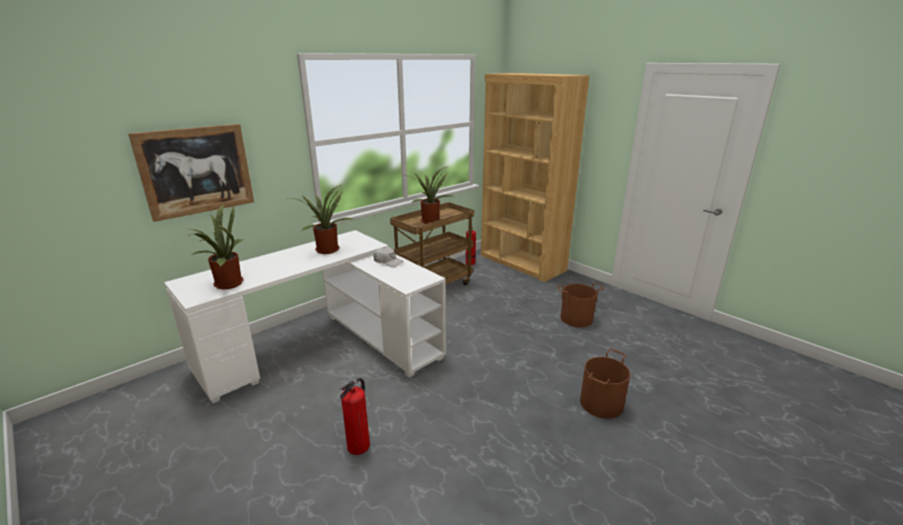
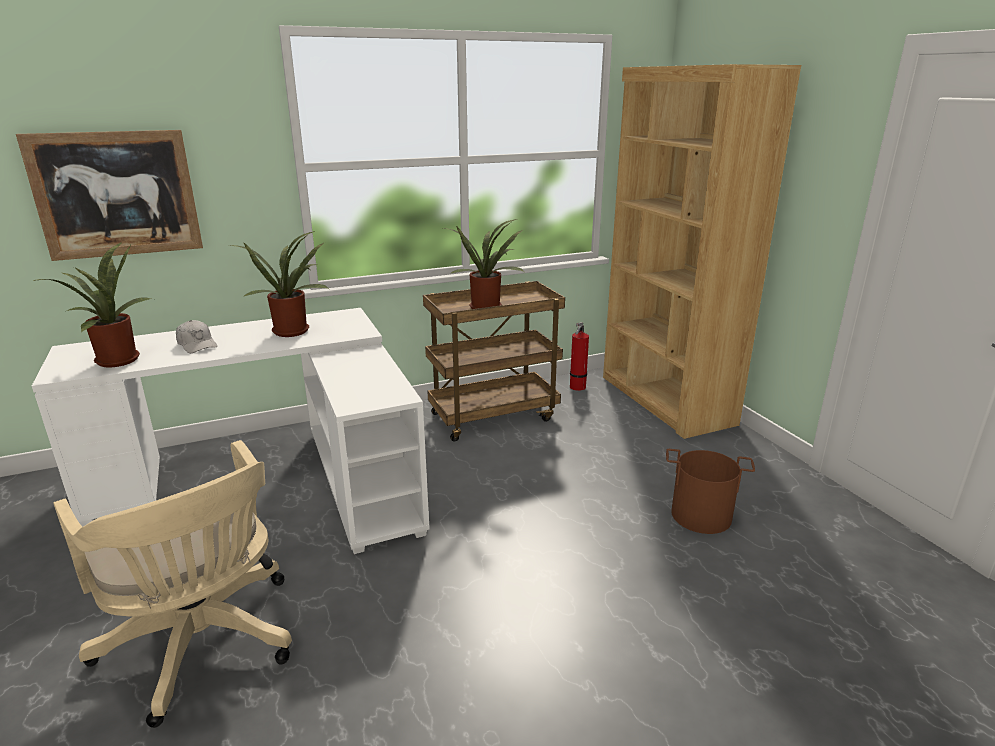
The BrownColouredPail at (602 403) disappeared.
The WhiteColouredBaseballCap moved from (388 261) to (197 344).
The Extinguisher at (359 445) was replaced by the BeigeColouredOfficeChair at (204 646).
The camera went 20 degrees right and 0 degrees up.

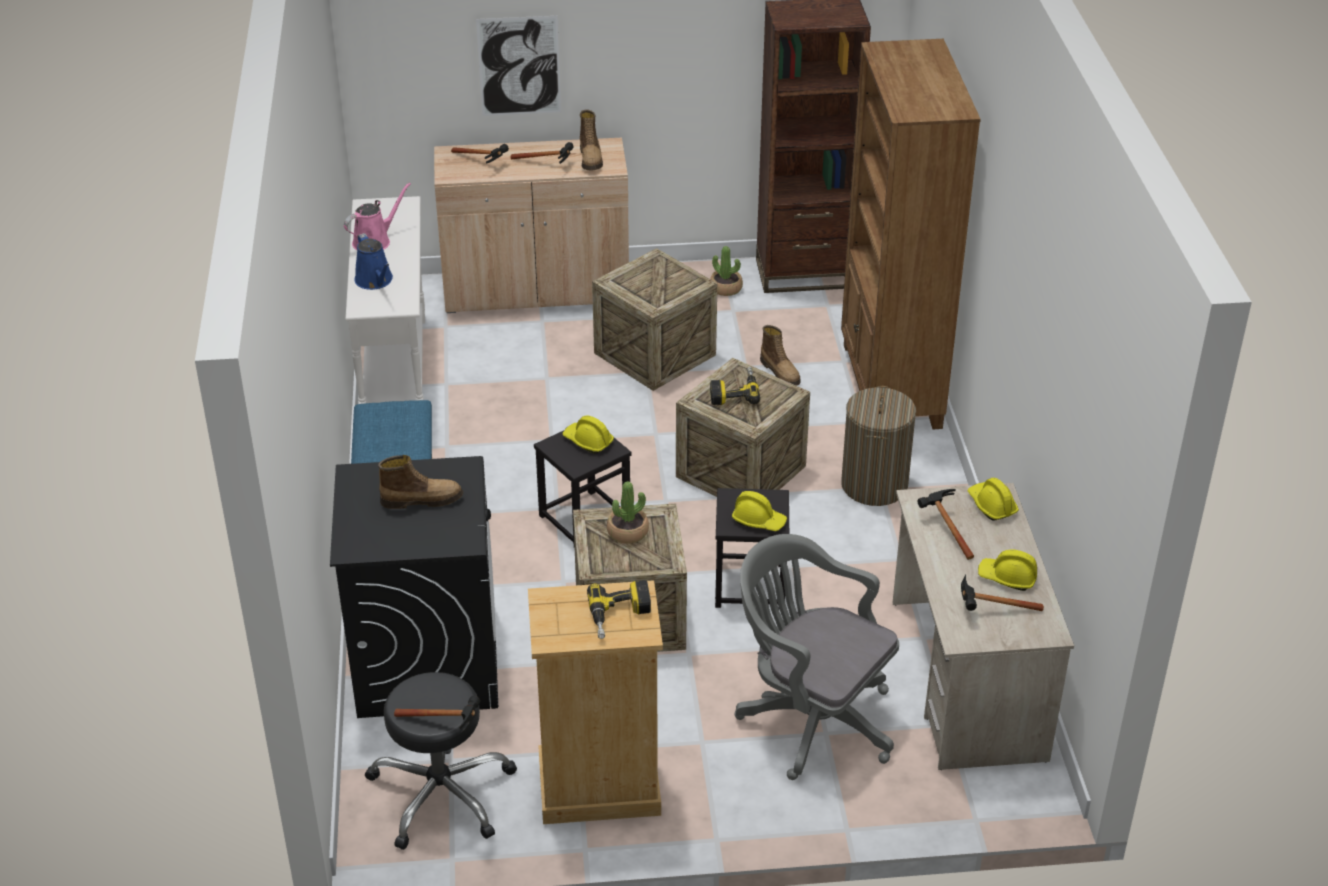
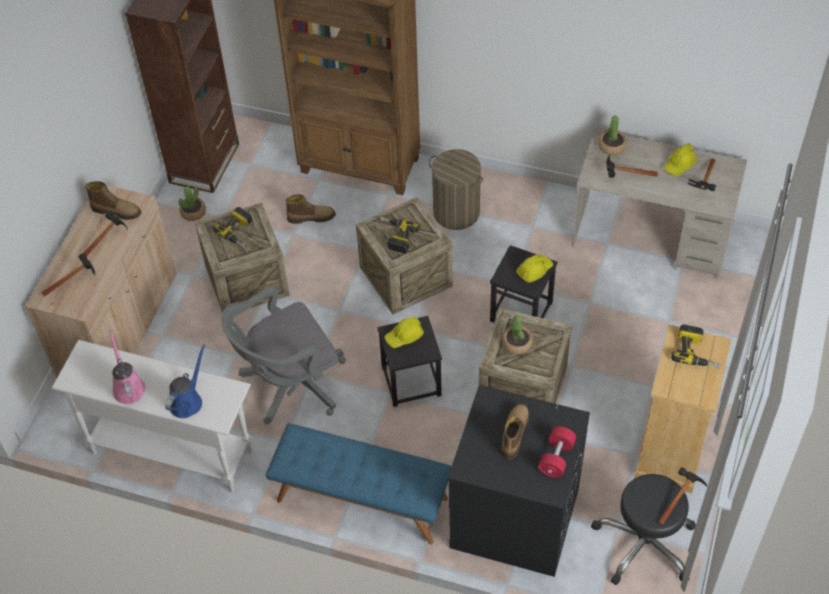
The WallPicture at (519 66) disappeared.
The ElectricDrill at (239 232) appeared.
The ReddishDumbbell at (556 458) appeared.
The GreyishOfficeChair moved from (810 718) to (289 385).
The YellowColouredWorkHelmet at (991 505) was replaced by the Houseplant at (612 146).
The BluishWateringPot at (375 281) turned 60 degrees counterclockwise.
The camera went 65 degrees left and 15 degrees up.

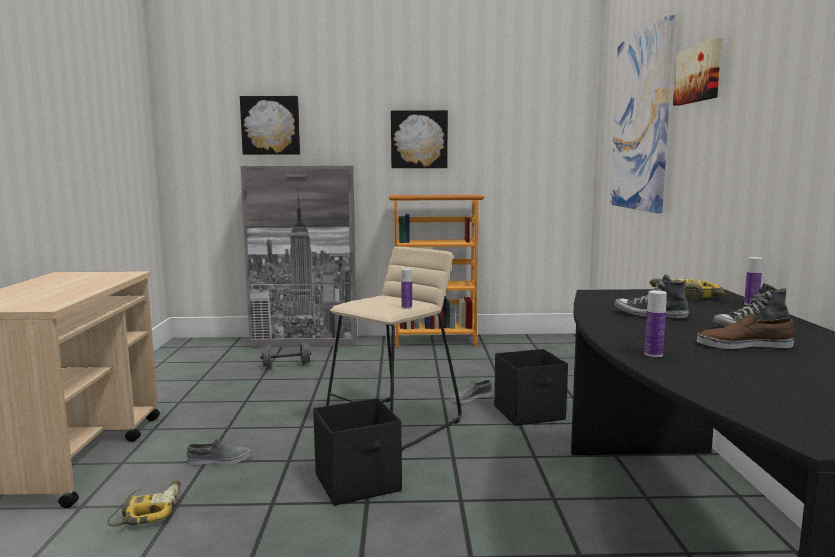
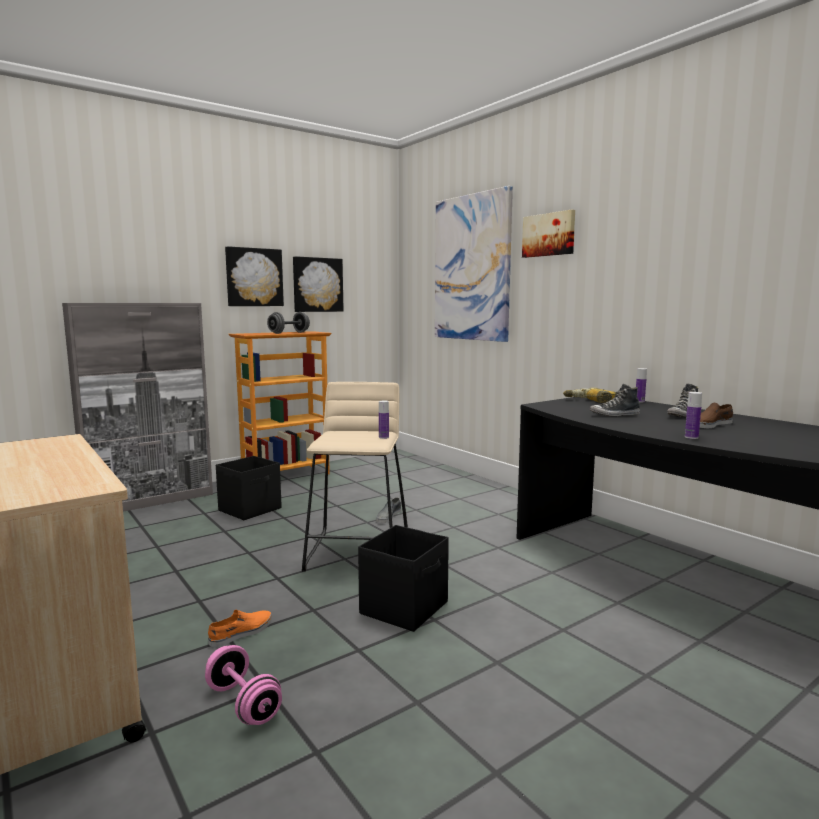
The WallPicture moved from (271 125) to (317 285).
The GreyishDumbbell moved from (286 366) to (289 333).
The BlackishStorageBin moved from (530 413) to (251 509).
The ElectricDrill at (149 510) was replaced by the PinkDumbbell at (243 703).
The GreyishShoe at (219 460) became the OrangeColouredShoe at (242 632).
The camera went 35 degrees left and 0 degrees up.

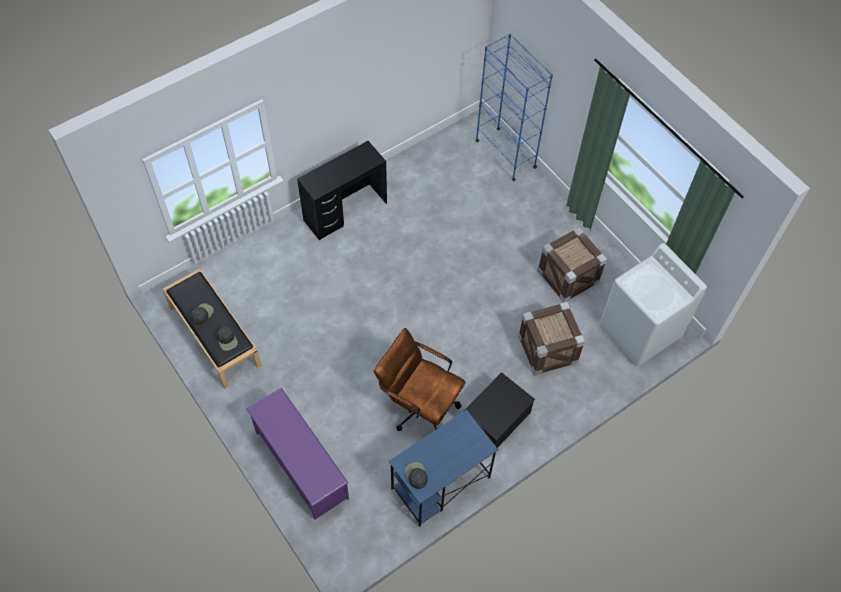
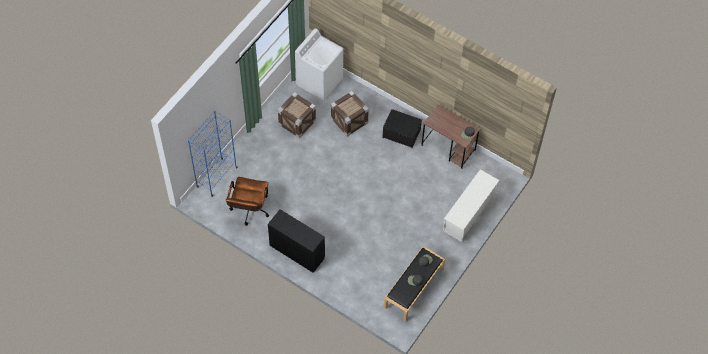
The BrownColouredOfficeChair moved from (419 405) to (249 211).
The PurpleShoeRack at (301 465) became the WhiteColouredShoeRack at (469 214).
The BluishDeskTable at (440 483) became the BrownColouredDeskTable at (448 148).
The camera went 110 degrees left and 0 degrees up.

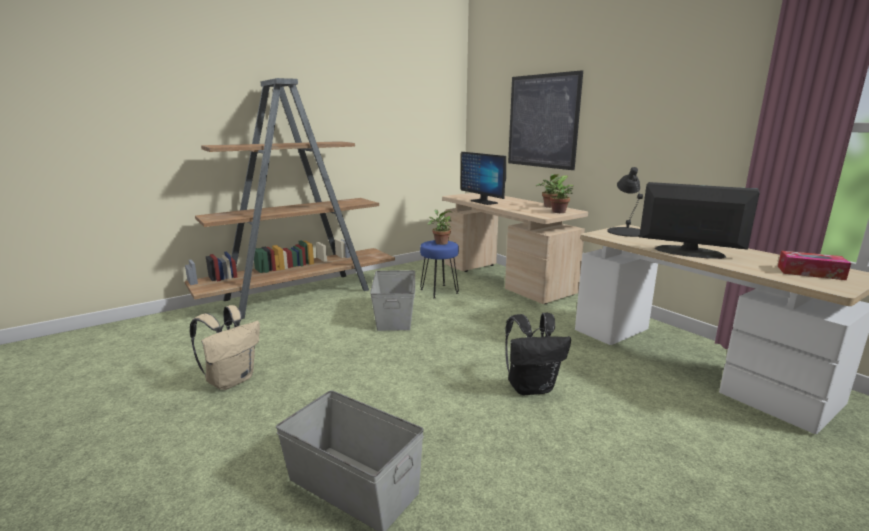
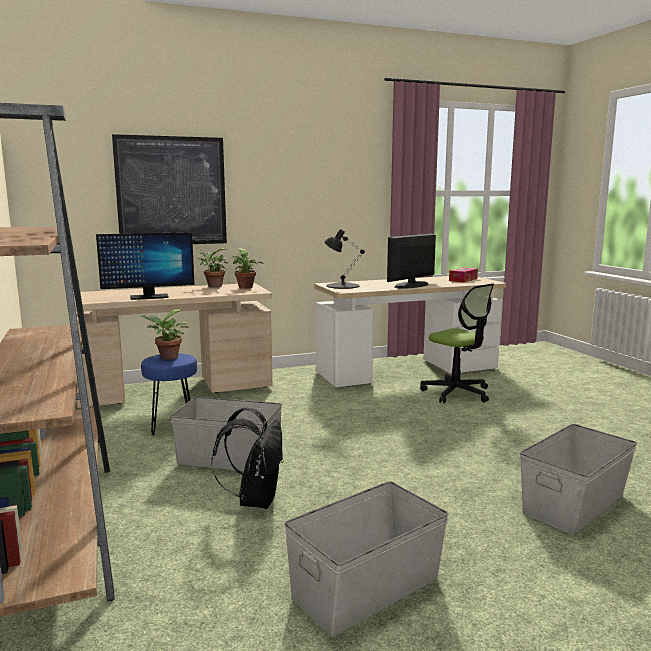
The OfficeChair at (456 393) appeared.
The BlackishRucksack moved from (531 387) to (255 499).
The BeigeColouredRucksack at (231 380) was replaced by the GreyishStorageBin at (365 587).
The camera went 75 degrees left and 5 degrees down.

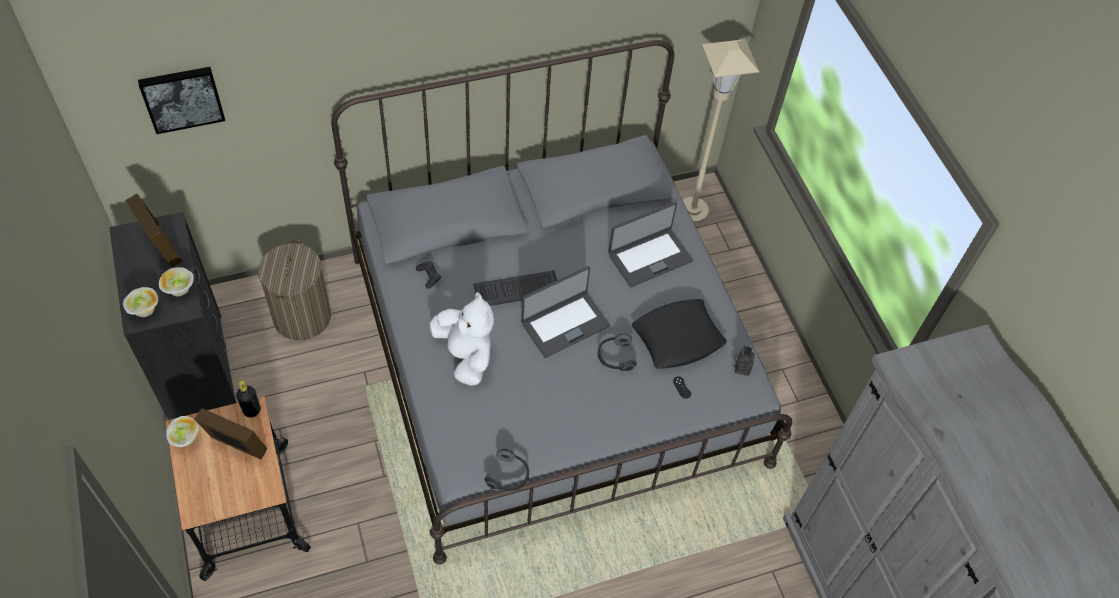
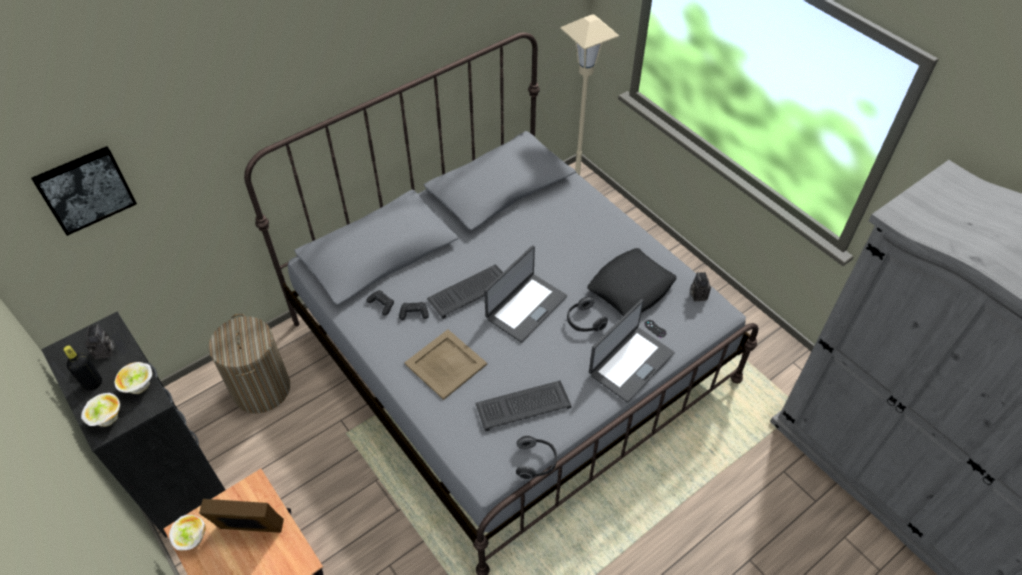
The BlackishGameController at (414 313) appeared.
The ComputerKeyboard at (523 405) appeared.
The BlackishDrinkBottle moved from (252 411) to (93 383).
The Laptop moved from (649 257) to (630 363).
The PictureFrame at (161 248) was replaced by the StillCamera at (105 352).
The WhiteColouredSoftToy at (465 355) was replaced by the BeigeColouredServingTray at (446 364).
The camera went 15 degrees left and 5 degrees down.

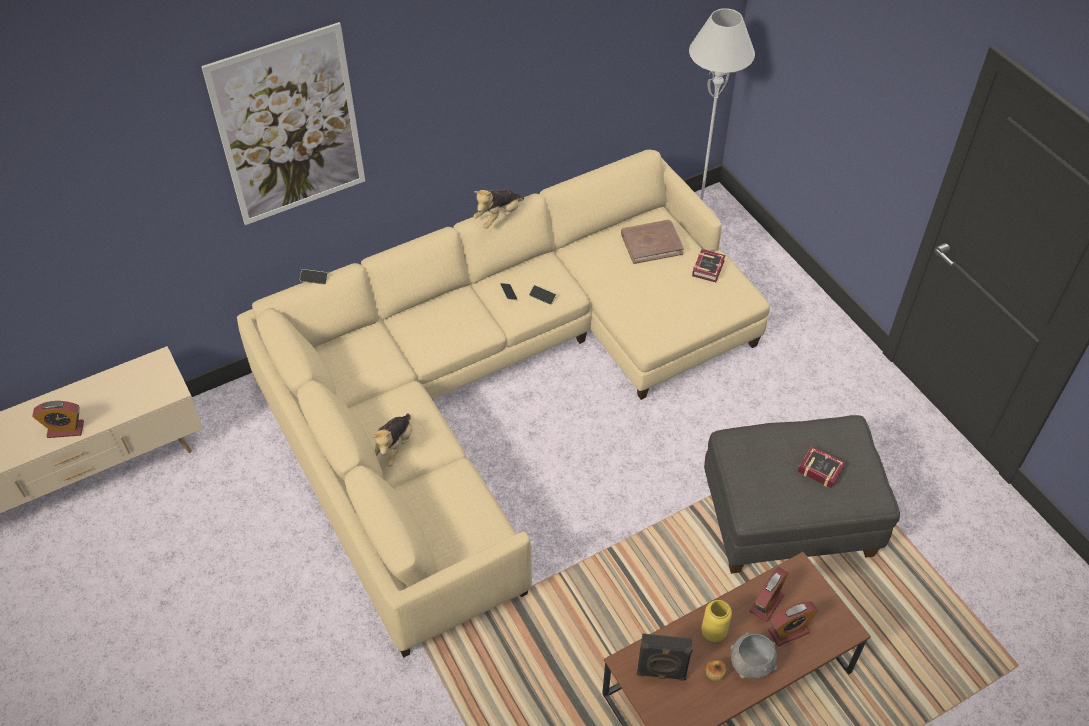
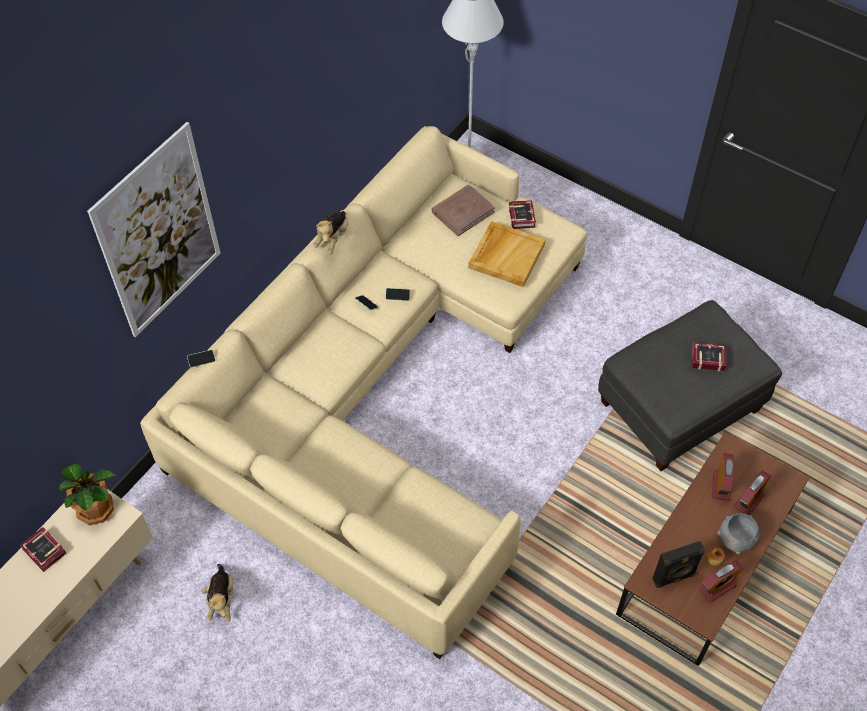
The YellowColouredFlowerVase at (713 632) disappeared.
The Book at (44 553) appeared.
The Houseplant at (96 508) appeared.
The BeigeColouredServingTray at (506 255) appeared.
The BedsideClock moved from (65 429) to (717 587).
The SoftToy moved from (394 446) to (221 599).
The camera went 25 degrees left and 5 degrees up.

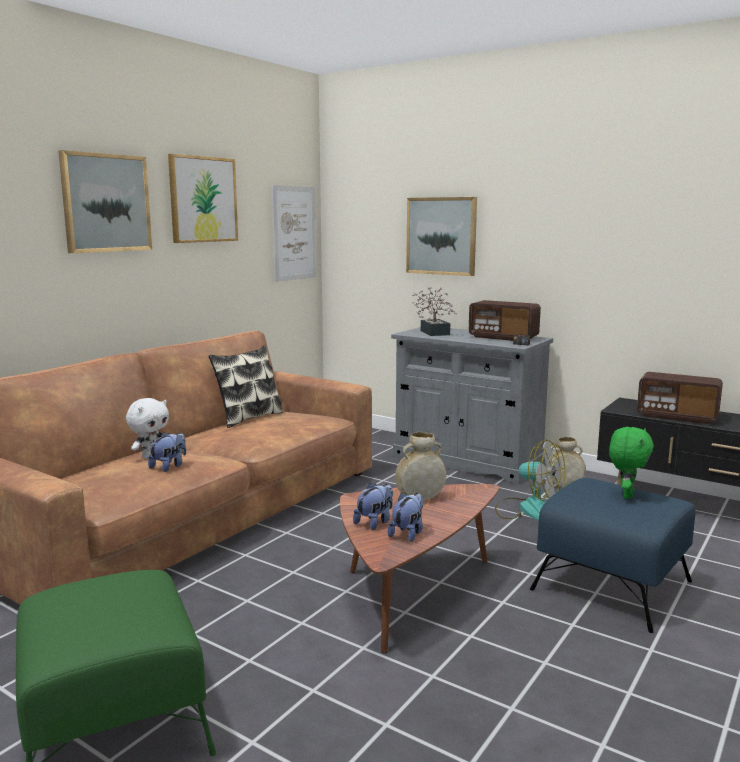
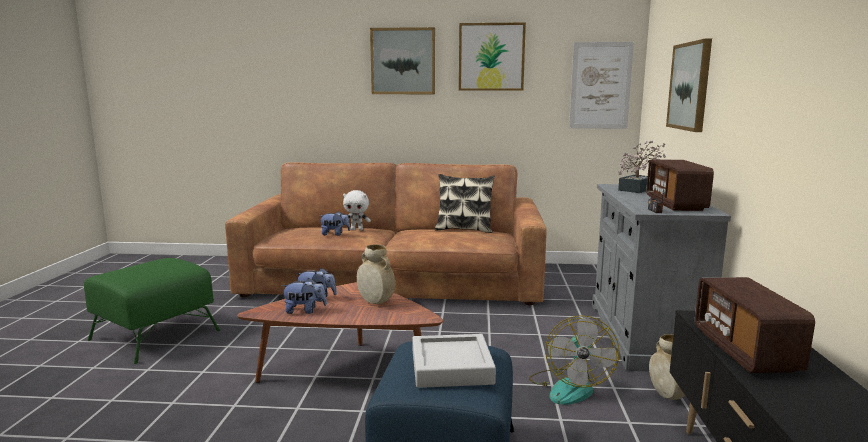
The GreenishSoftToy at (626 494) was replaced by the GreyishServingTray at (451 367).
The camera went 60 degrees right and 0 degrees up.

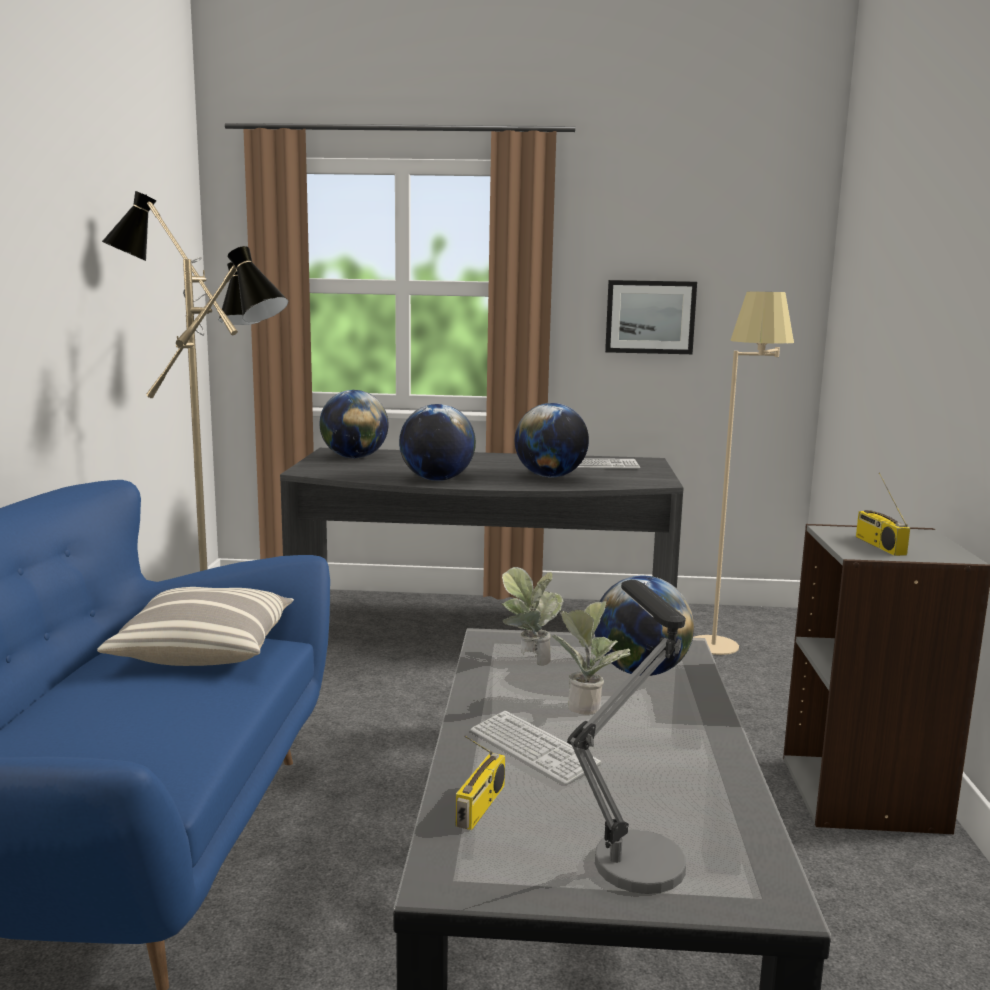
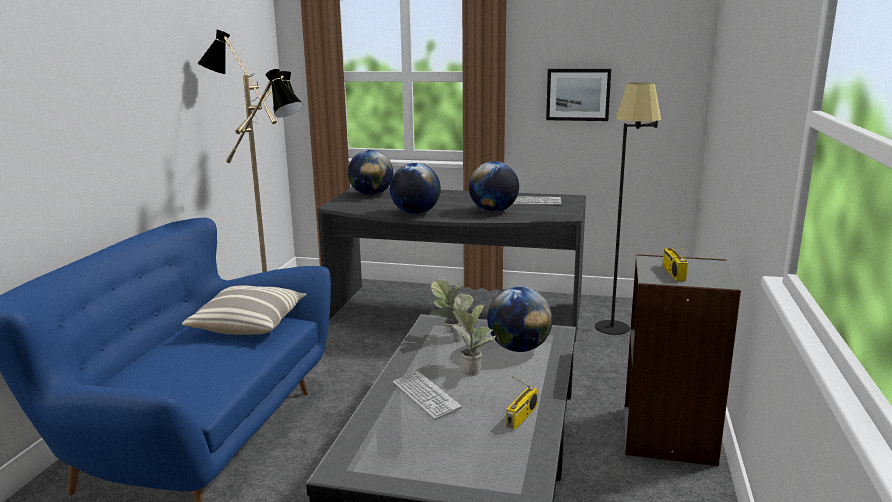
The LampForATable at (634 847) disappeared.
The RadioSet moved from (481 807) to (522 417).
The BeigeColouredStandingLamp at (727 653) became the BlackishStandingLamp at (618 334).
The camera went 10 degrees right and 5 degrees up.

